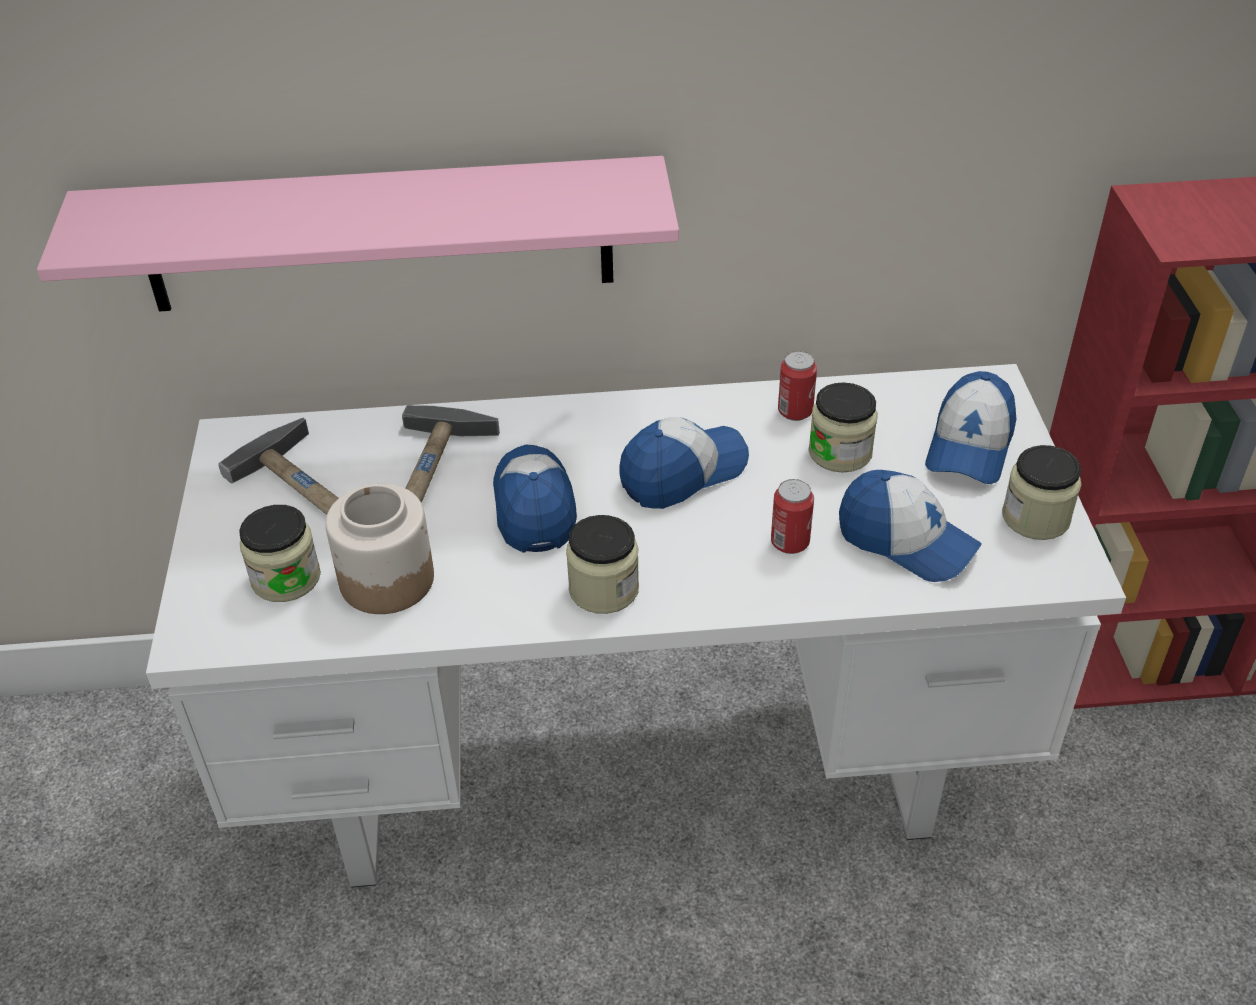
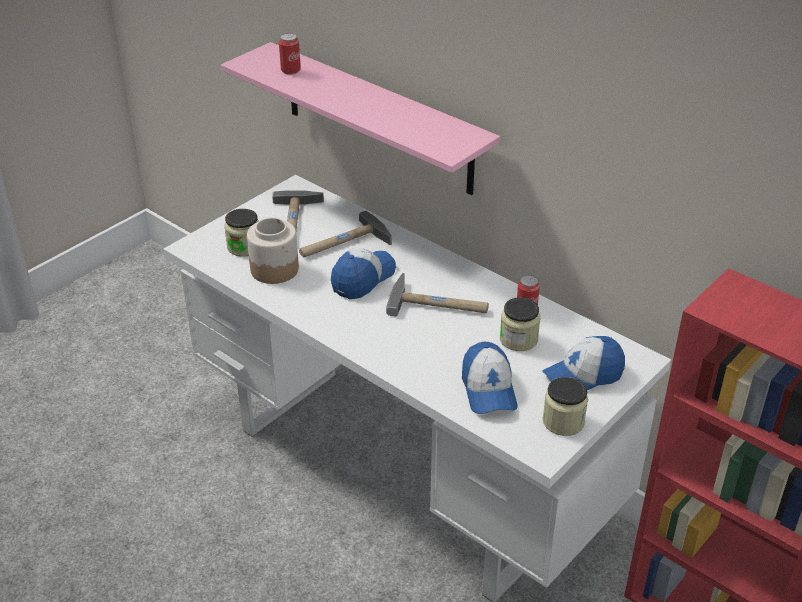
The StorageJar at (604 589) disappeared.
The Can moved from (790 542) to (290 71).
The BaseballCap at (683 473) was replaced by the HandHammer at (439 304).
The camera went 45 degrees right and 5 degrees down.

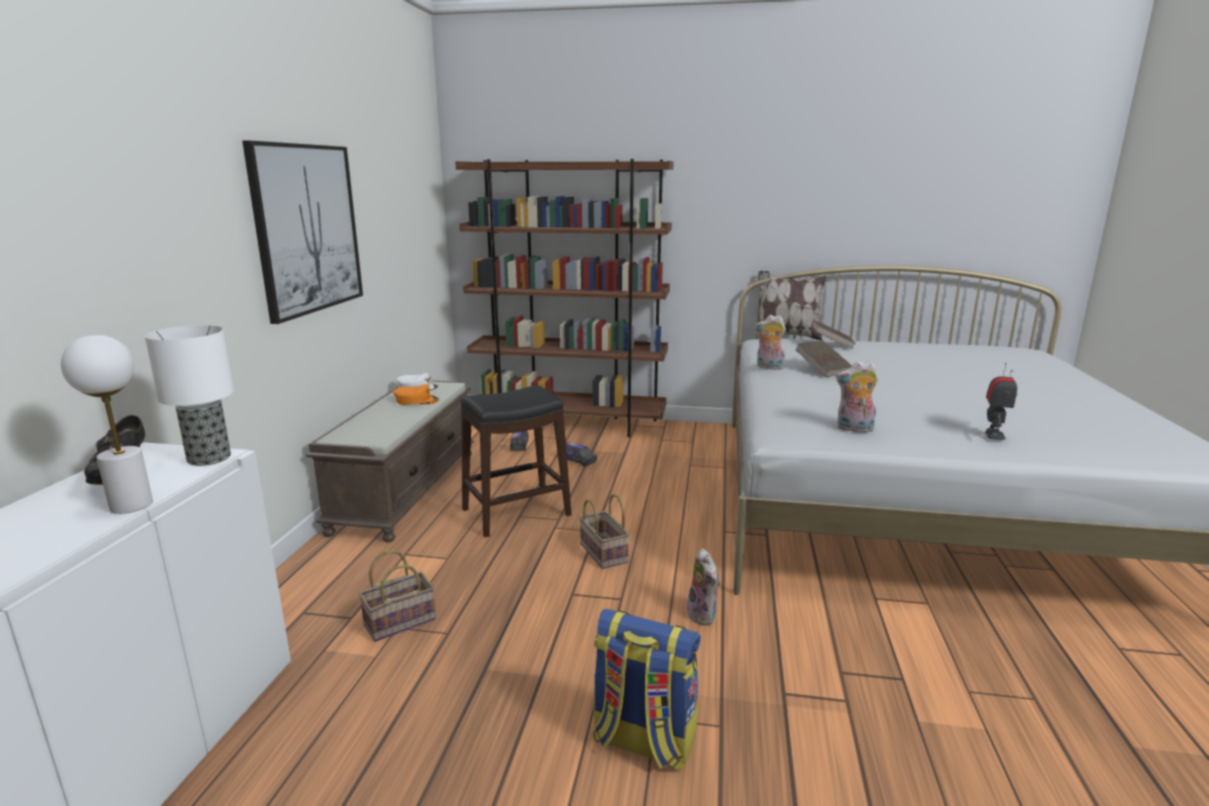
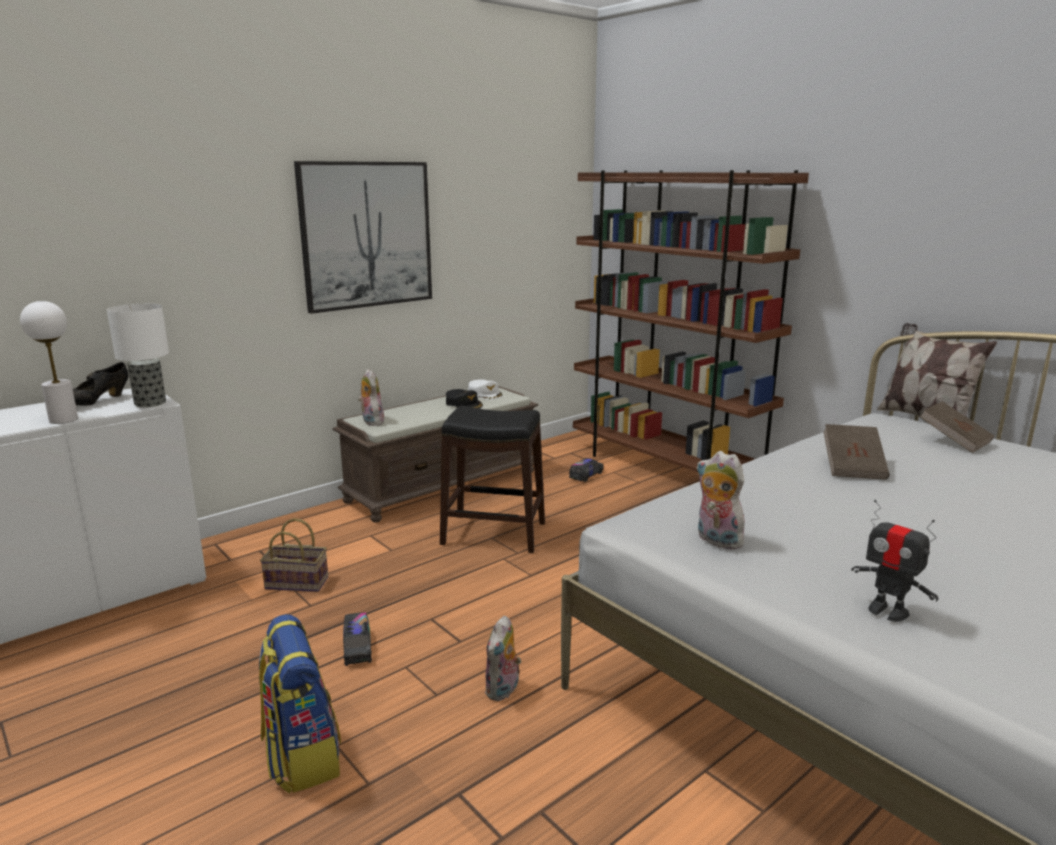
The HouseholdBasket at (602 553) disappeared.
The ModelTruck moved from (577 460) to (357 648).
The SoftToy moved from (769 367) to (371 422).
The OrangeColouredBaseballCap at (416 400) became the BlackishBaseballCap at (464 404).
The RobotFigure at (993 435) turned 75 degrees clockwise.
The camera went 40 degrees right and 0 degrees up.

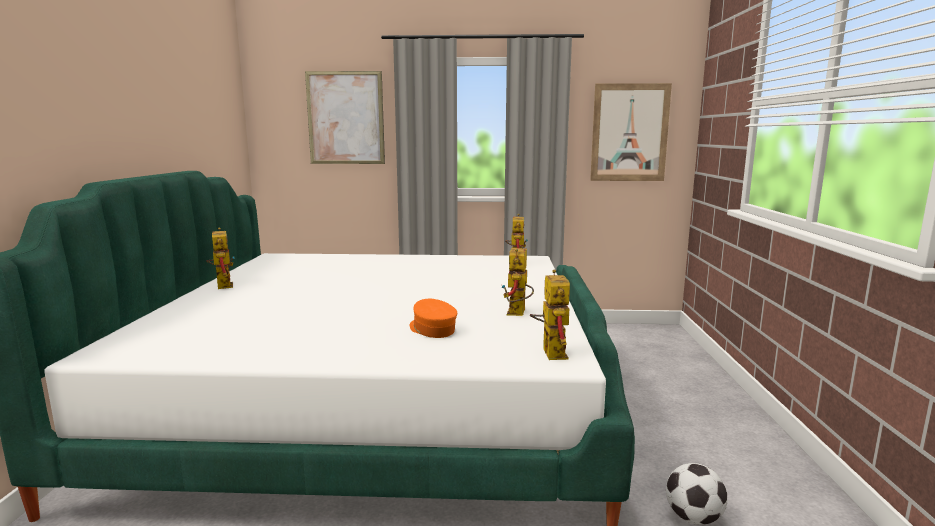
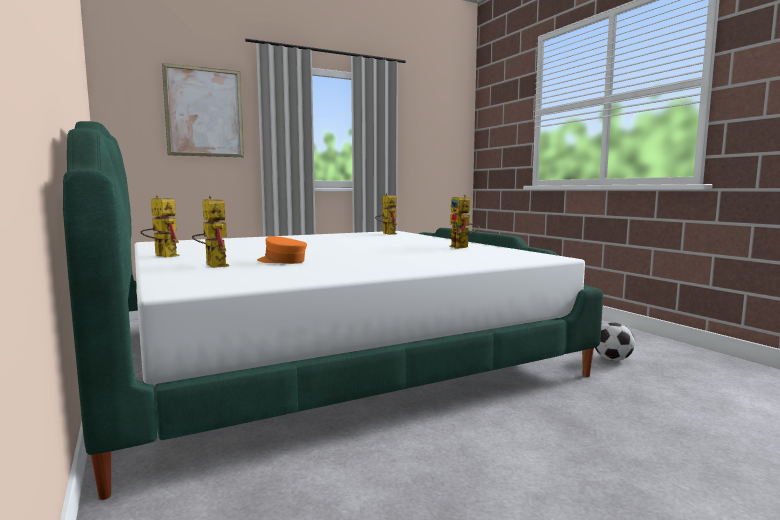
The WallPicture at (629 133) disappeared.
The OrangeColouredBaseballCap moved from (432 329) to (282 261).
The RobotFigure moved from (550 351) to (213 265).
The camera went 30 degrees left and 5 degrees down.

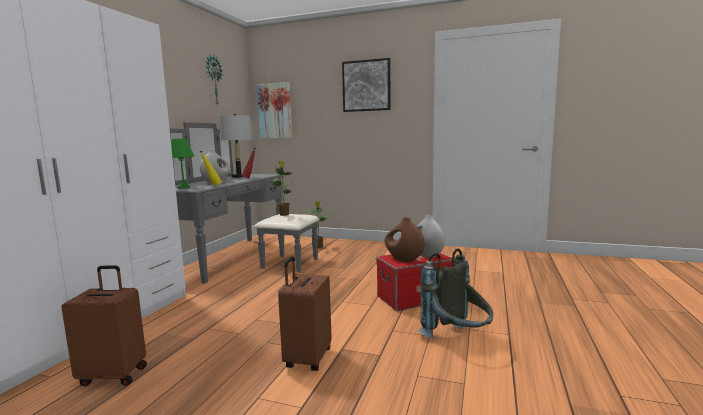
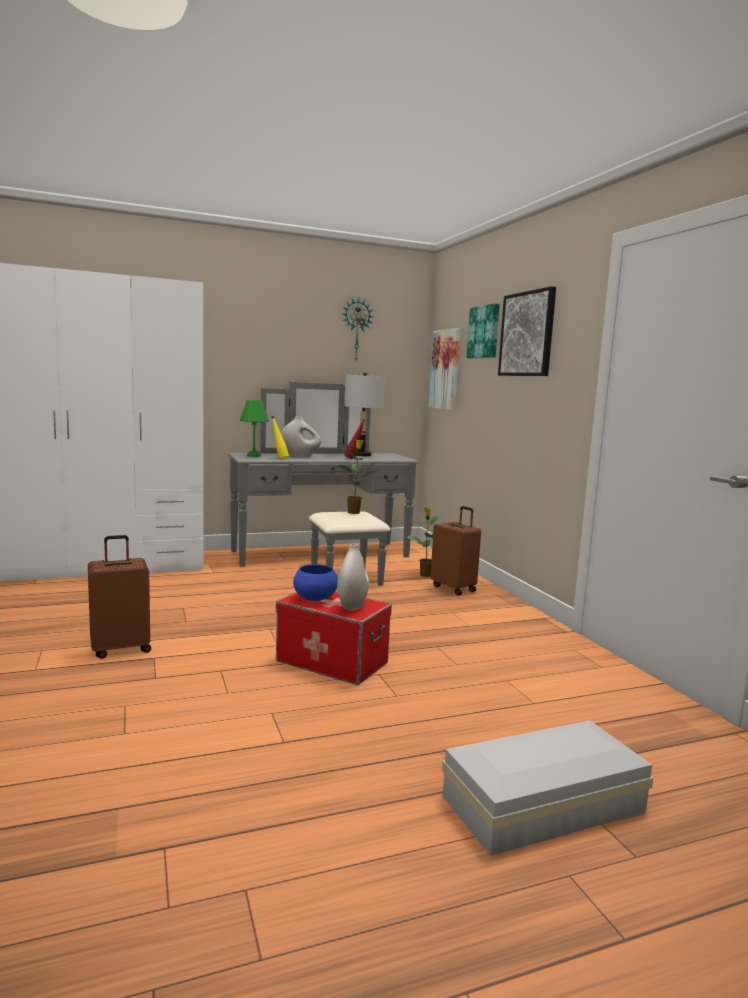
The GreyishRucksack at (457 340) disappeared.
The WhiteColouredStorageBin at (547 804) appeared.
The WallPicture at (484 332) appeared.
The BrownColouredSuitcase moved from (114 375) to (454 588).
The BrownColouredFlowerVase at (403 260) was replaced by the BluishServingBowl at (315 598).
The camera went 50 degrees right and 0 degrees up.

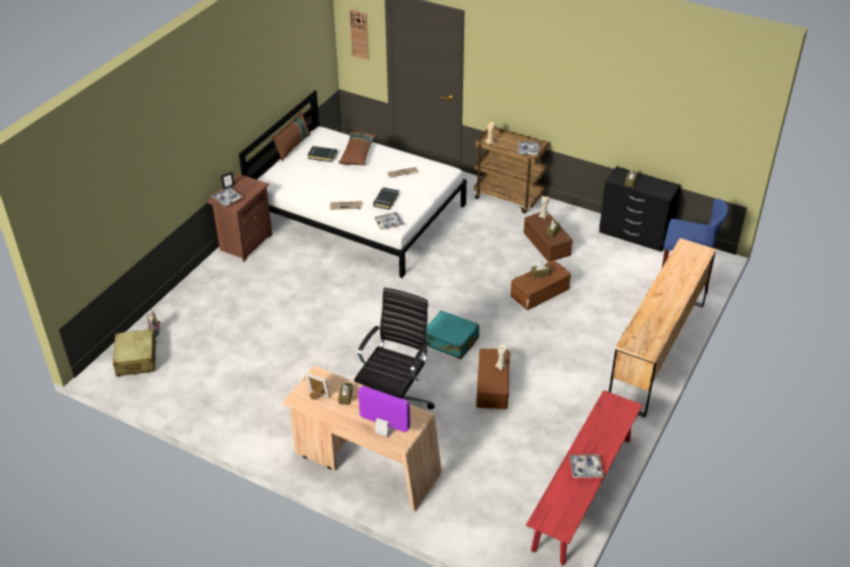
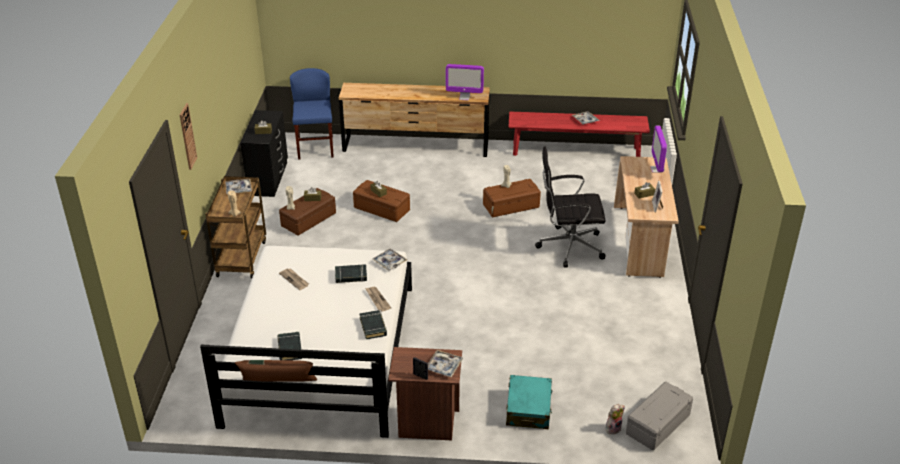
The BrownColouredPillow at (357 153) disappeared.
The BlackishBook at (373 327) appeared.
The Monitor at (464 97) appeared.
The ClockOnTheWall moved from (359 34) to (187 136).
The TurquoiseSuitcase moved from (451 341) to (528 409).
The BeigeColouredSuitcase at (136 359) was replaced by the GreyishStorageBin at (657 424).
The camera went 115 degrees left and 5 degrees down.

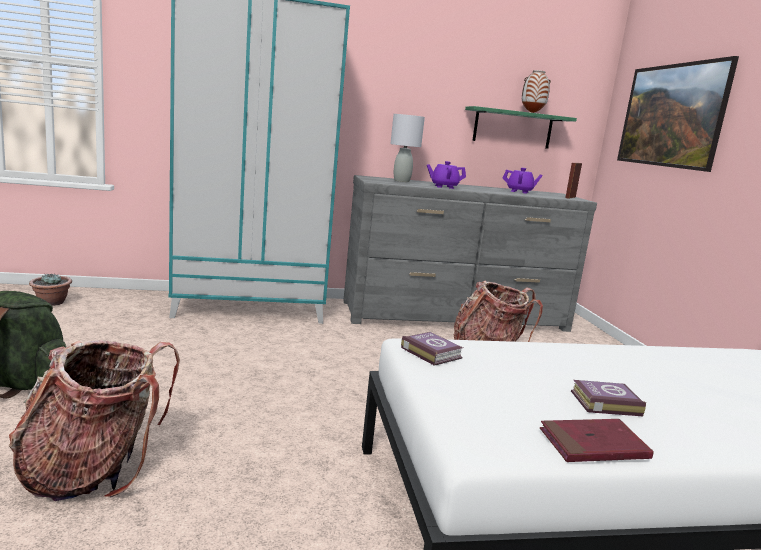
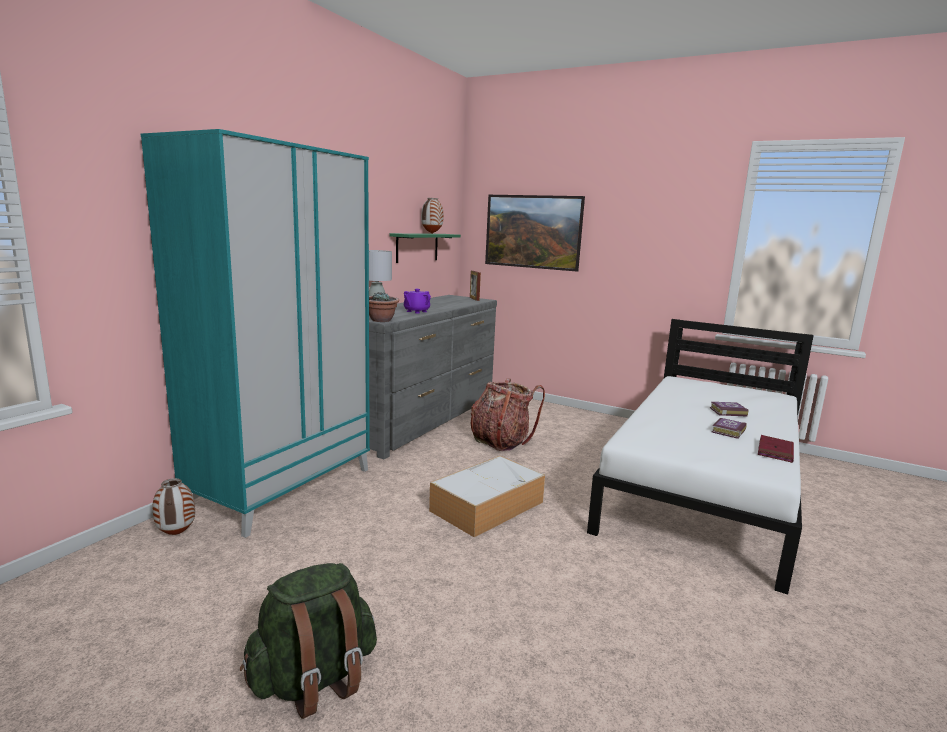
The Rucksack at (95 471) disappeared.
The PurplePotForTea at (519 192) disappeared.
The FlowerVase at (177 534) appeared.
The StorageBin at (488 505) appeared.
The Houseplant moved from (51 303) to (381 320).
The Book moved from (431 352) to (727 411).
The camera went 50 degrees left and 0 degrees up.

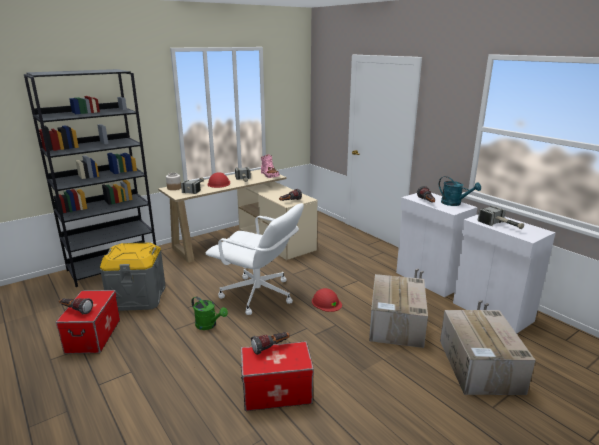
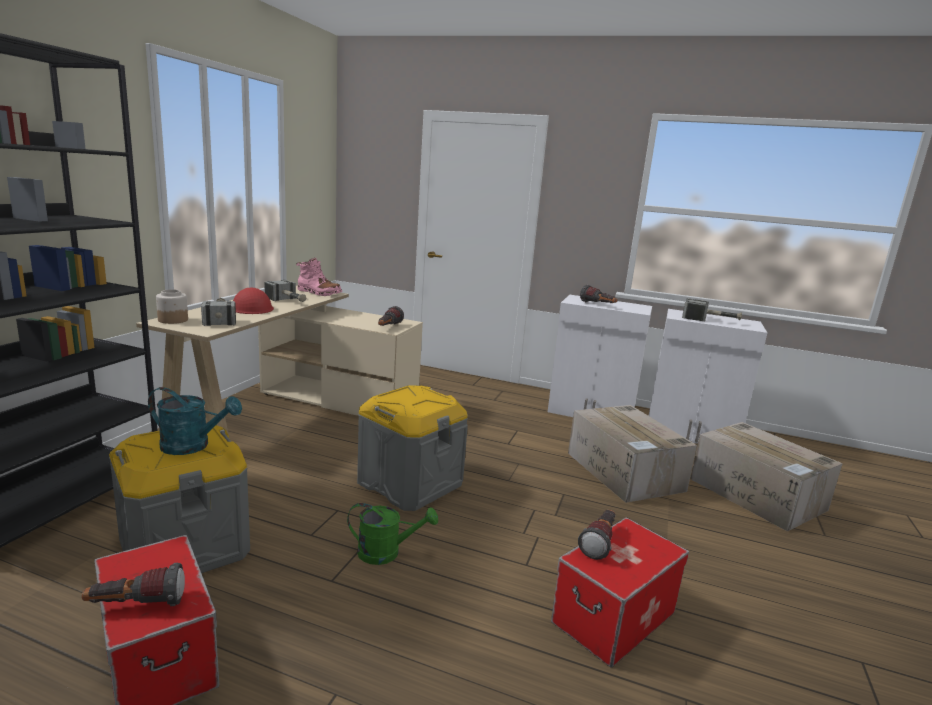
The ReddishWorkHelmet at (326 302) disappeared.
The TurquoiseWateringPot moved from (454 203) to (193 446).
The WhiteColouredOfficeChair at (258 295) was replaced by the GreyishStorageBin at (410 483).
The camera went 35 degrees left and 5 degrees down.

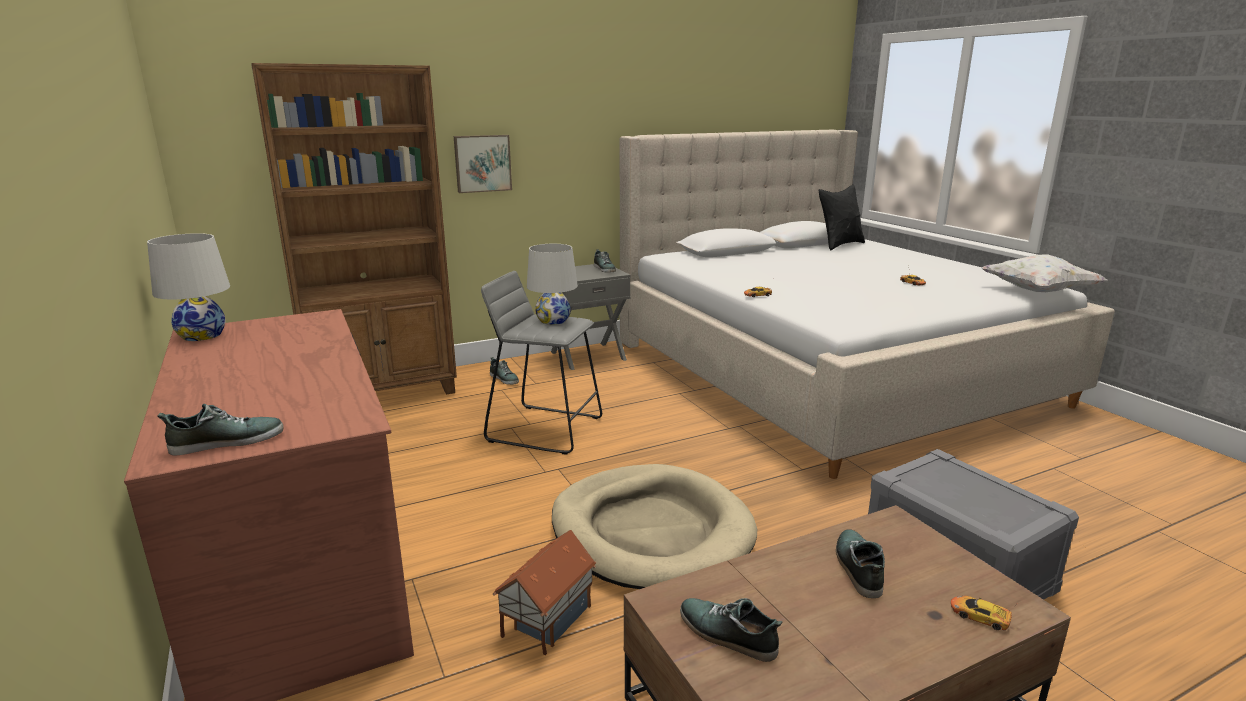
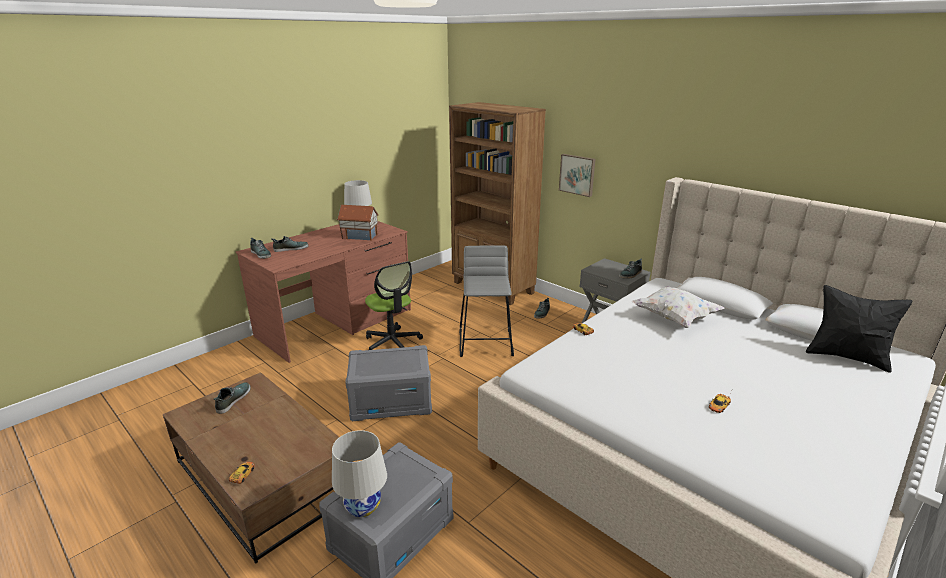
The OfficeChair at (392 343) appeared.
The ModelHouse moved from (546 620) to (360 236).
The WhiteColouredLampForATable moved from (553 320) to (362 506).
The Shoe moved from (857 567) to (291 248).
The WhiteColouredPillow moved from (1037 292) to (674 318).
The BeigeColouredPetBed at (651 532) was replaced by the GreyishStorageBin at (391 401).
The camera went 70 degrees right and 5 degrees up.

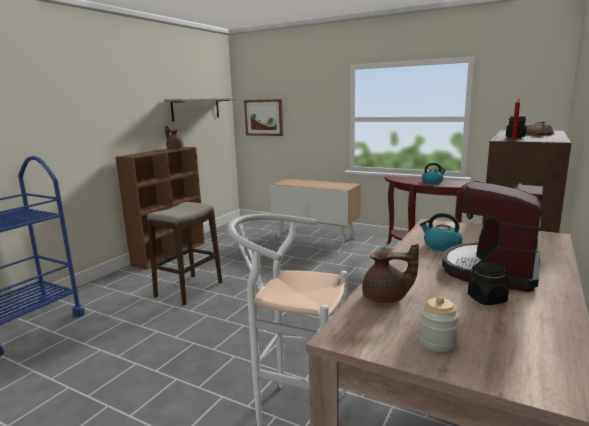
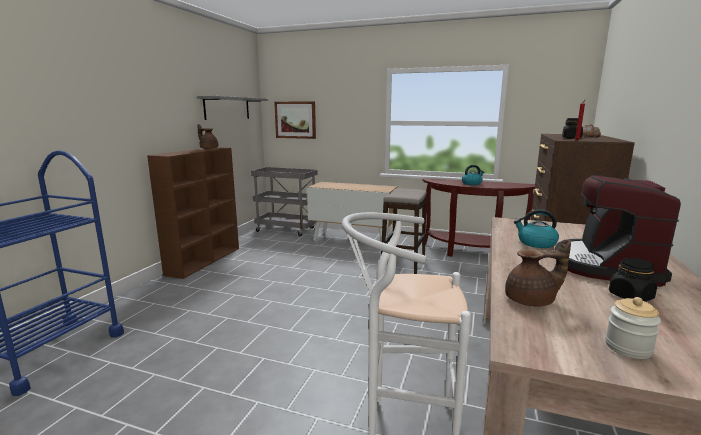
The GreyishWheeledCart at (287 230) appeared.
The StoolSeat moved from (189 290) to (403 266).
The camera went 10 degrees left and 0 degrees up.

